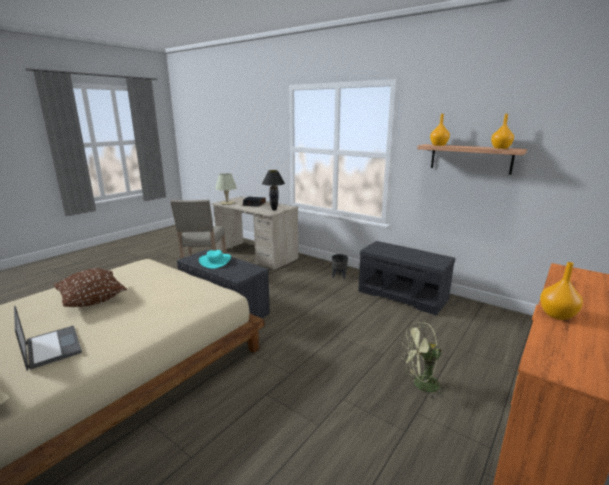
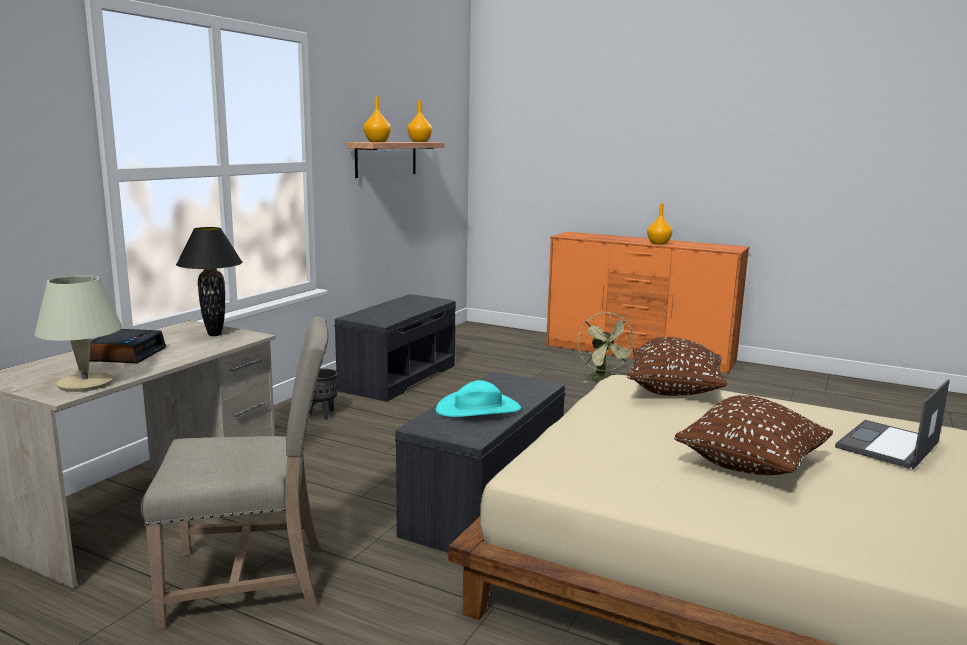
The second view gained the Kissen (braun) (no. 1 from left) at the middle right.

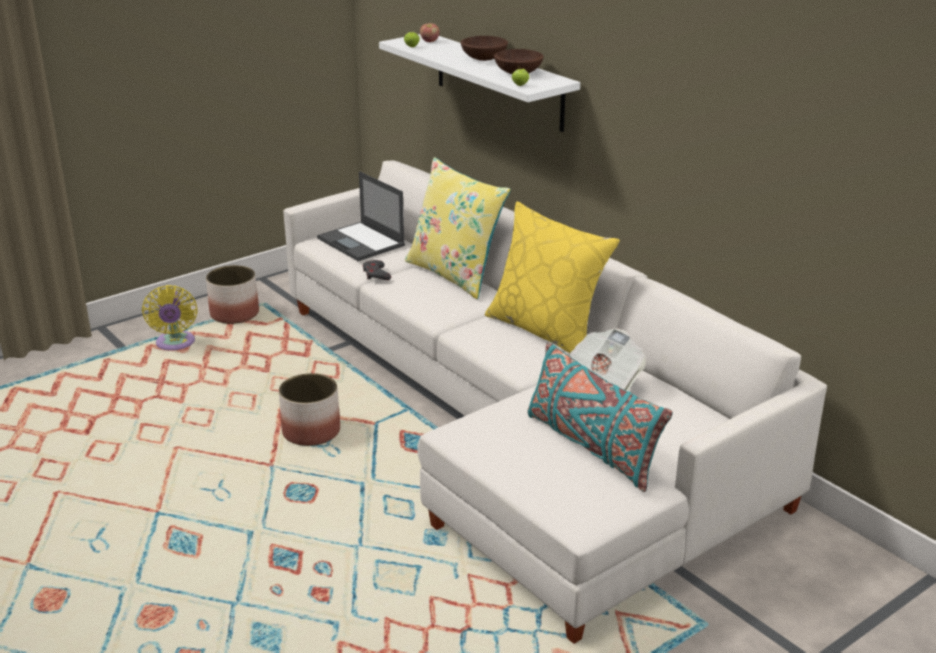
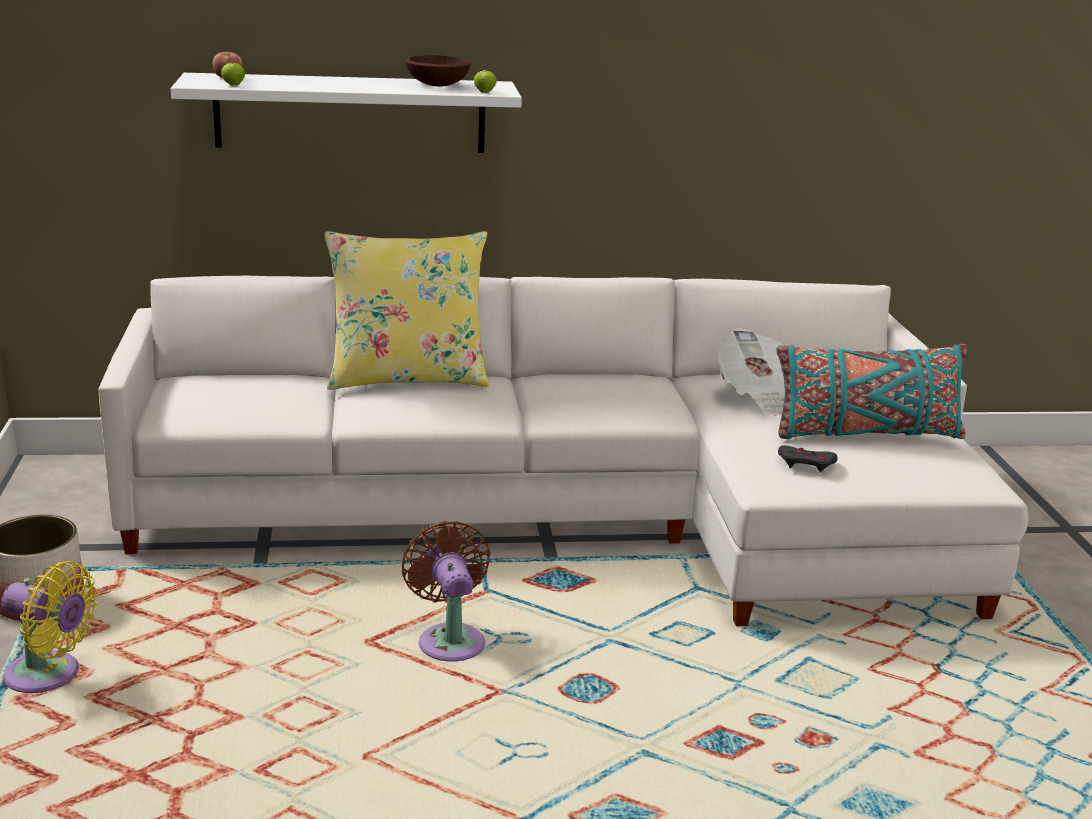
The second view lost the Laptop at the top centre.
The second view lost the Schüssel (braun) (no. 1 from left) at the top centre.
The second view lost the Kissen (gelb) (no. 2 from left) at the centre.
The Gamepad (grau) ended up elsewhere, having gone from the centre to the middle right.
Where the Pflanzkübel (no. 2 from left) stood at the middle left, the Ventilator (braun) came to stand at the bottom centre.

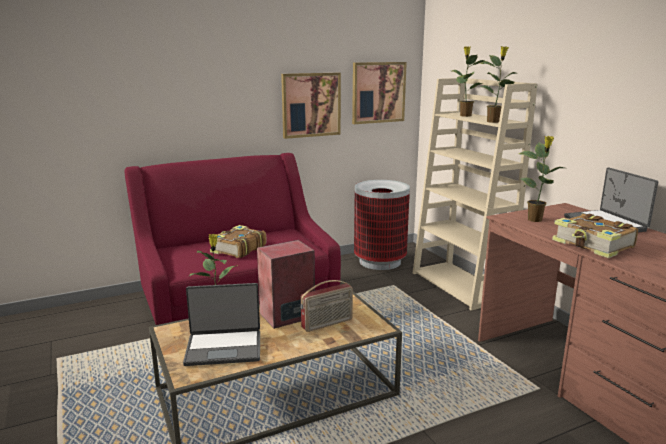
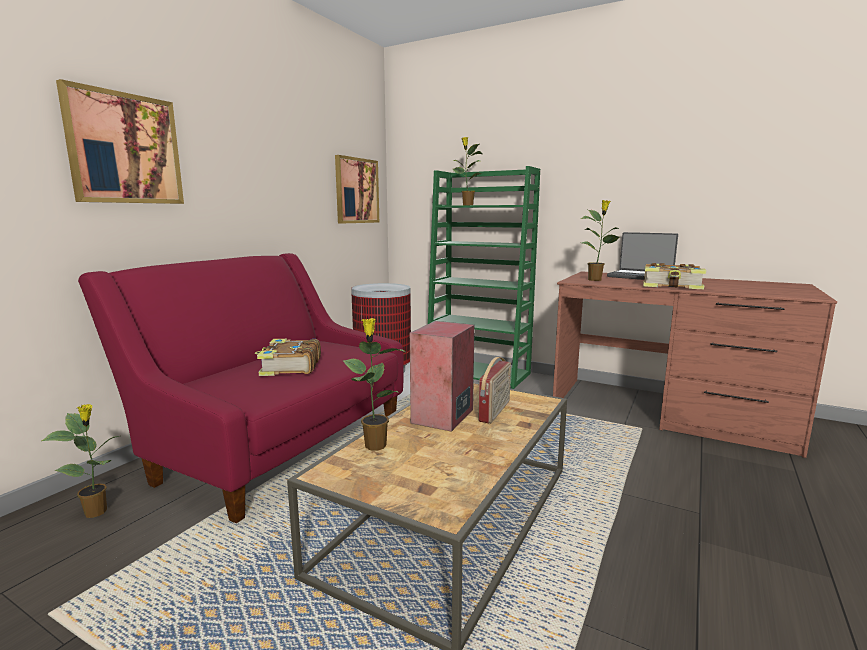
The second view lost the Laptop (no. 1 from left) at the bottom left.
The Bild (no. 1 from left) ended up elsewhere, having gone from the top centre to the top left.
The Topfpflanze (no. 3 from left in the first image) ended up elsewhere, having gone from the top right to the bottom left.
What was the Bücherregal (beige) at the middle right turned into the Bücherregal (grün) at the centre.

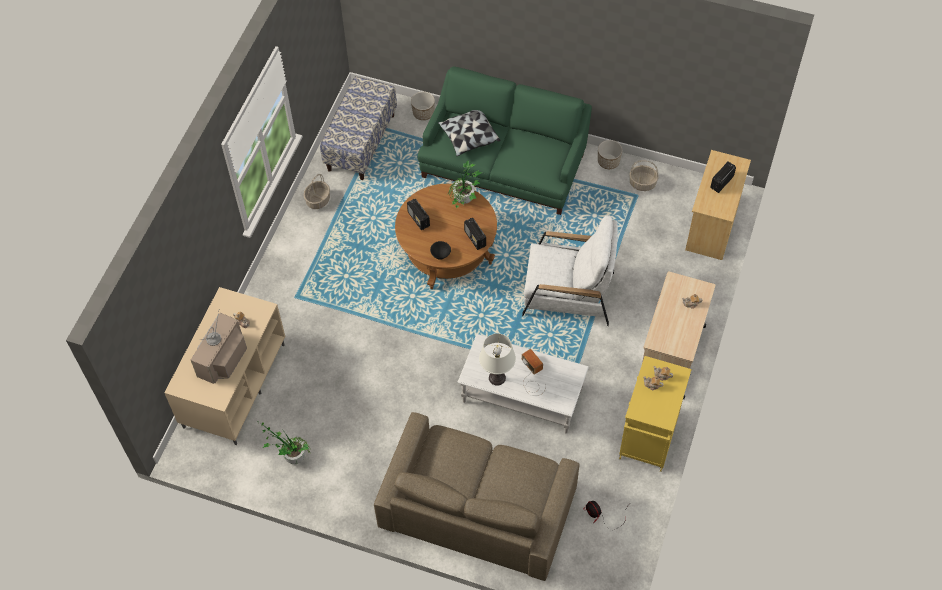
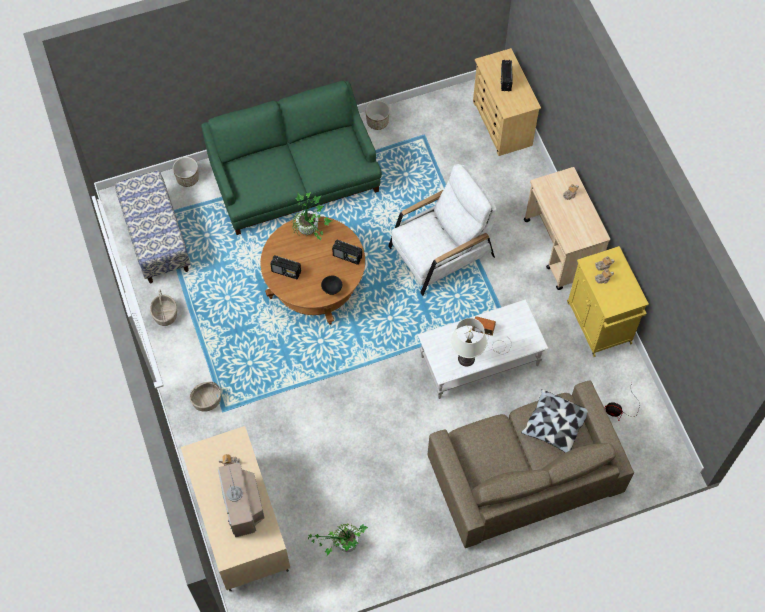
The Kissen ended up elsewhere, having gone from the top centre to the bottom right.
The Korb (no. 2 from left) ended up elsewhere, having gone from the top right to the middle left.

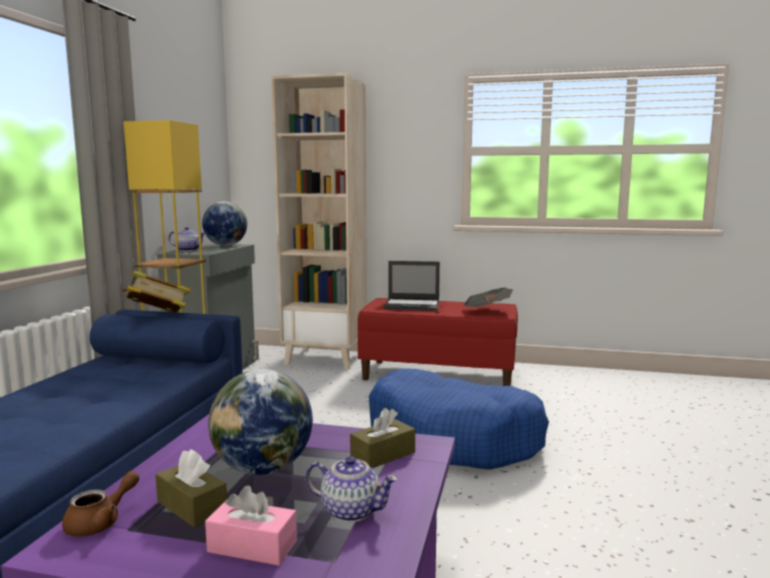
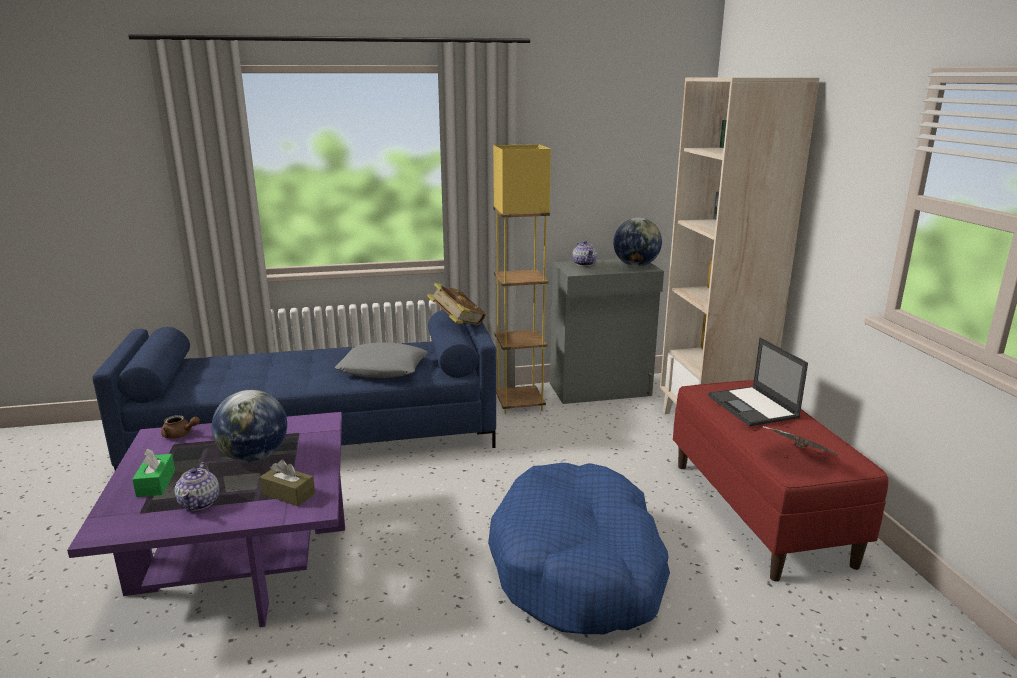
The second view lost the Taschentuchbox (braun) (no. 1 from left) at the bottom left.
The second view gained the Kissen (grau) at the centre.
What was the Taschentuchbox (rosa) at the bottom left turned into the Taschentuchbox (grün) at the bottom left.

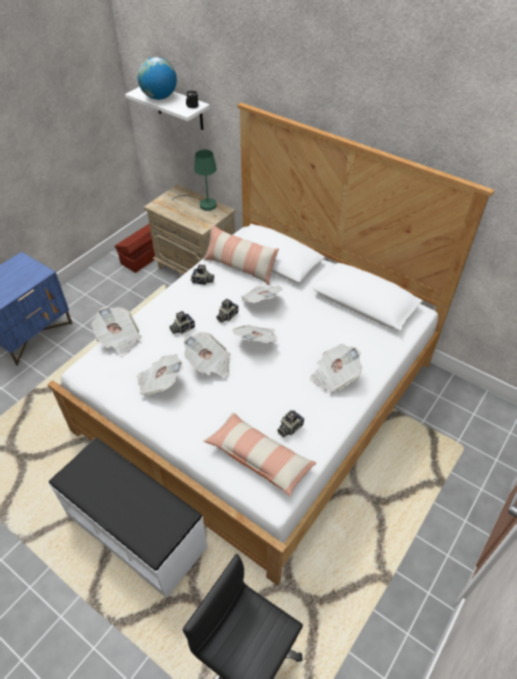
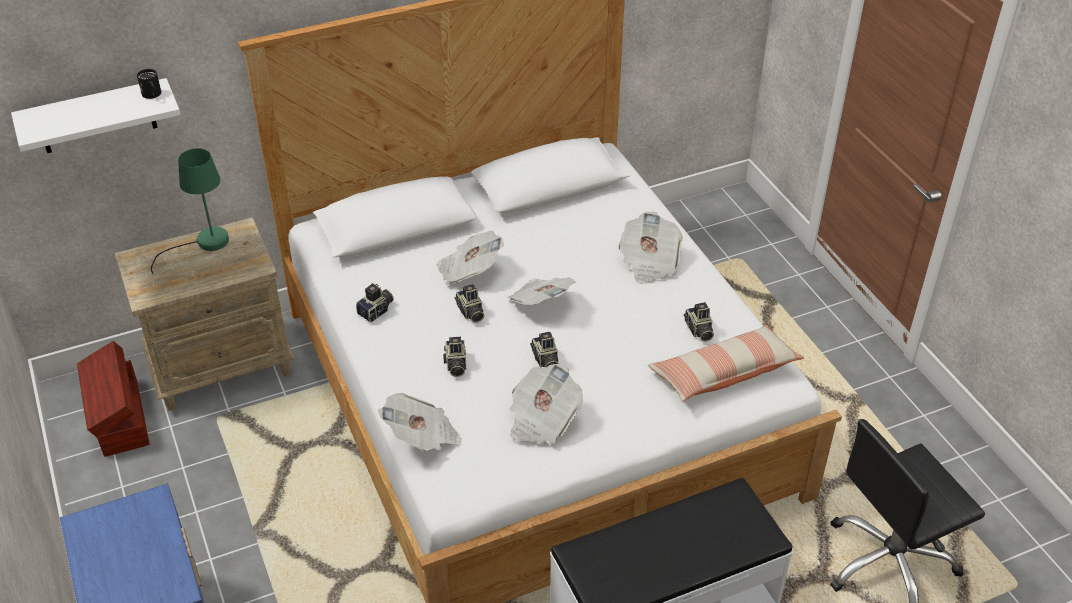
The second view lost the Globus at the top left.
The second view lost the Kissen (no. 1 from left) at the centre.
Where the Zeitung (no. 3 from left) stood at the centre, the Kamera (no. 4 from left) came to stand at the centre.

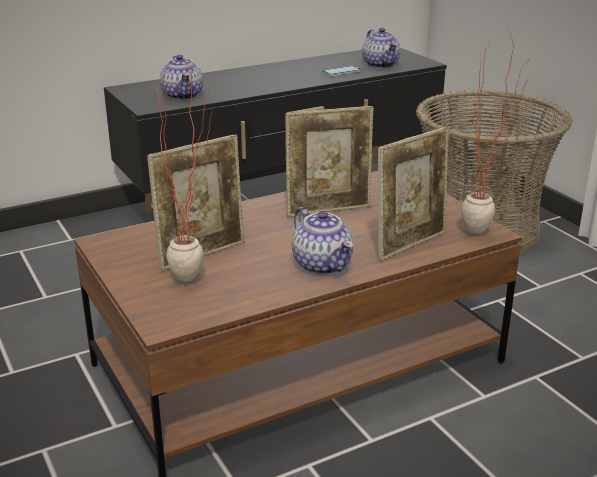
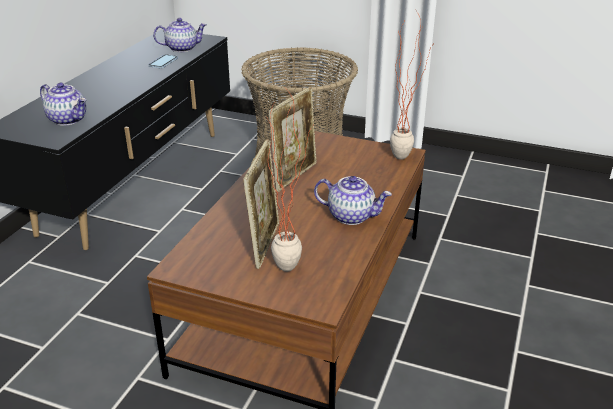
The second view lost the Bilderrahmen (no. 3 from left) at the middle right.
The Teekanne (no. 3 from left in the first image) at the top centre ended up facing another way, 45 degrees counterclockwise from before.

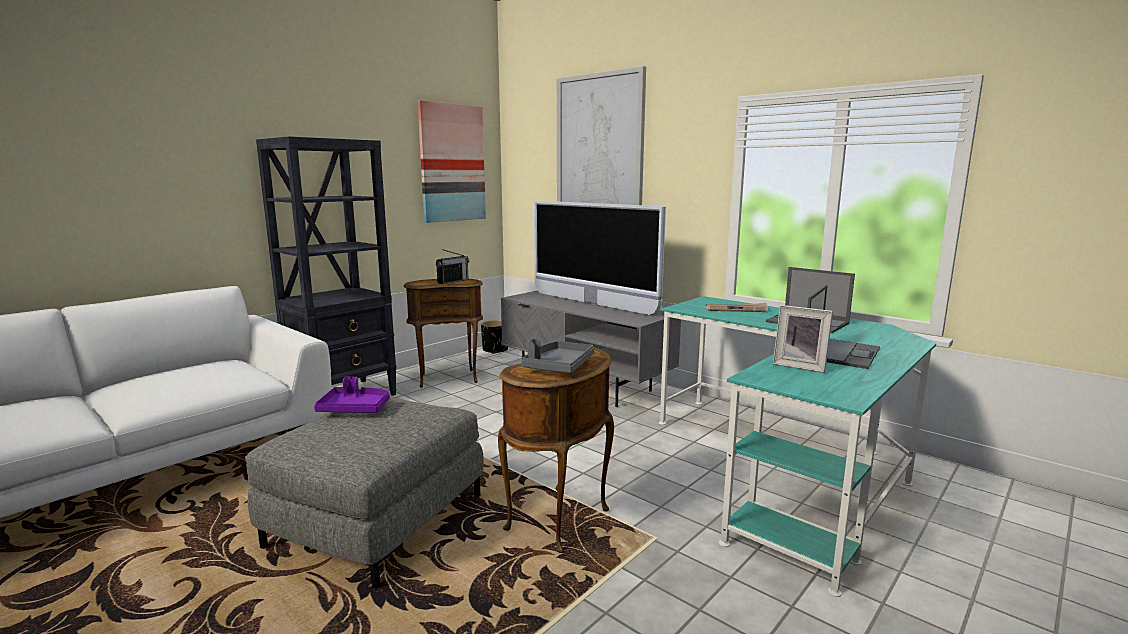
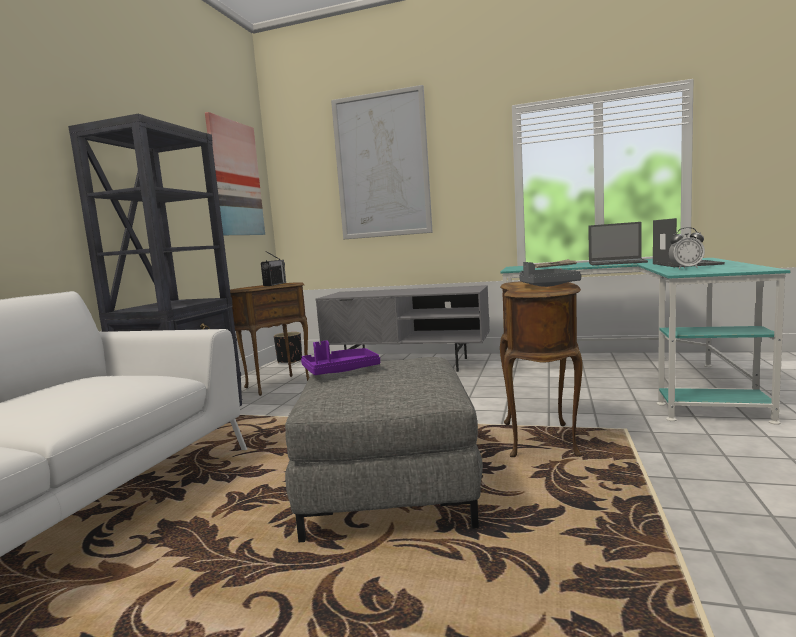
The second view lost the Fernseher at the centre.
Where the Bilderrahmen stood at the middle right, the Wecker came to stand at the middle right.

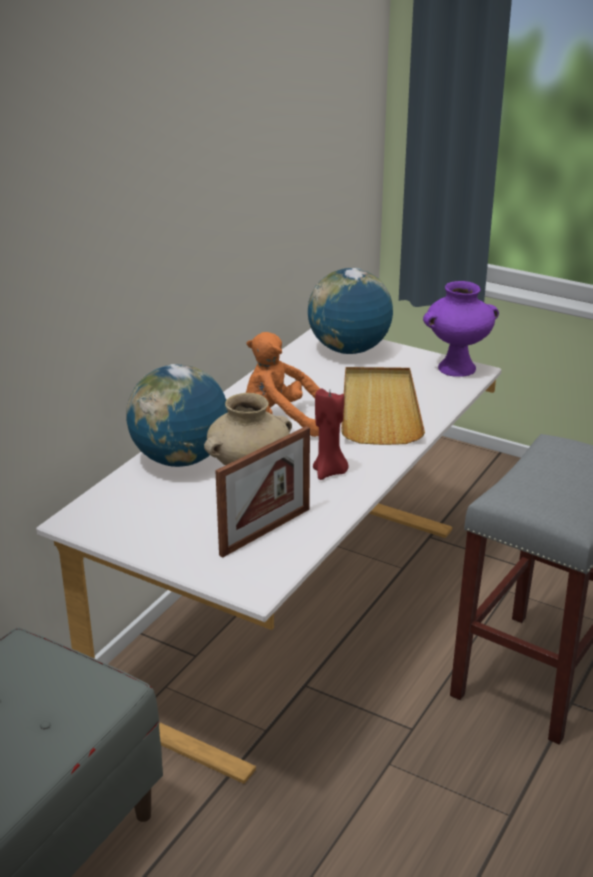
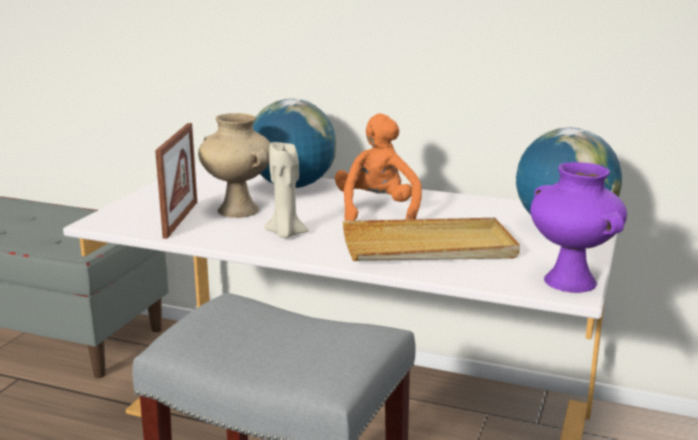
What was the Kerze (rot) at the centre turned into the Kerze (beige) at the centre.
The Bilderrahmen at the centre ended up facing another way, 120 degrees counterclockwise from before.

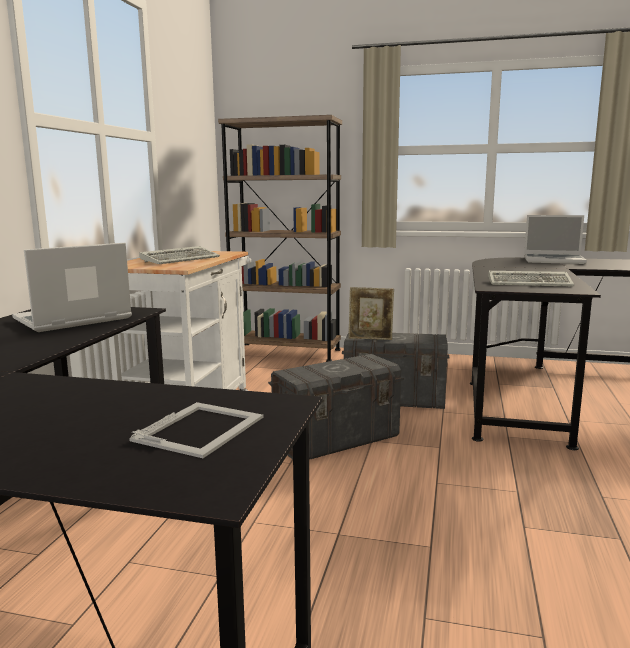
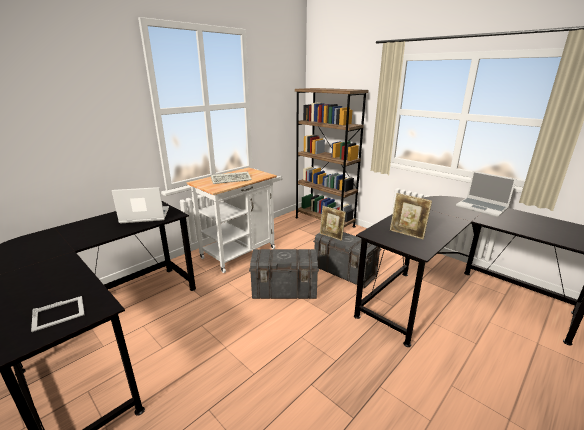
Where the Tastatur (no. 2 from left) stood at the middle right, the Bilderrahmen (no. 3 from left) came to stand at the middle right.

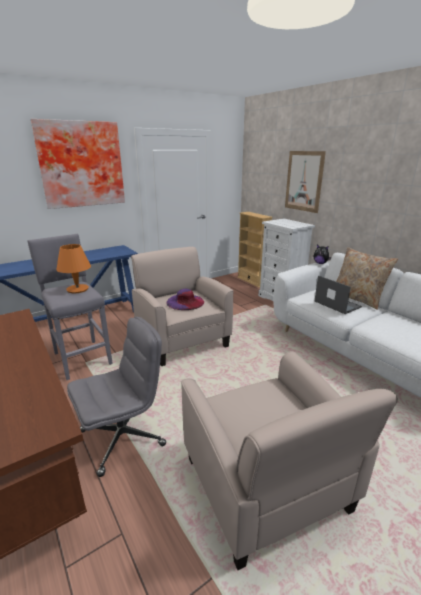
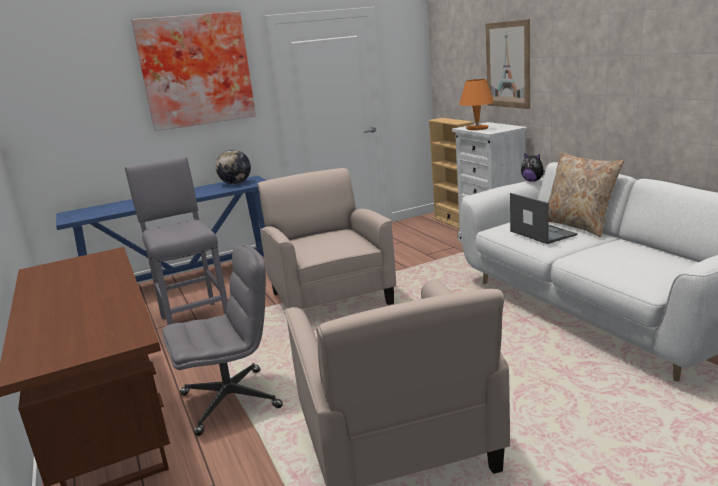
The second view lost the Hut (lila) at the centre.
The second view gained the Globus at the middle left.
The Tischlampe (orange) ended up elsewhere, having gone from the middle left to the top centre.

